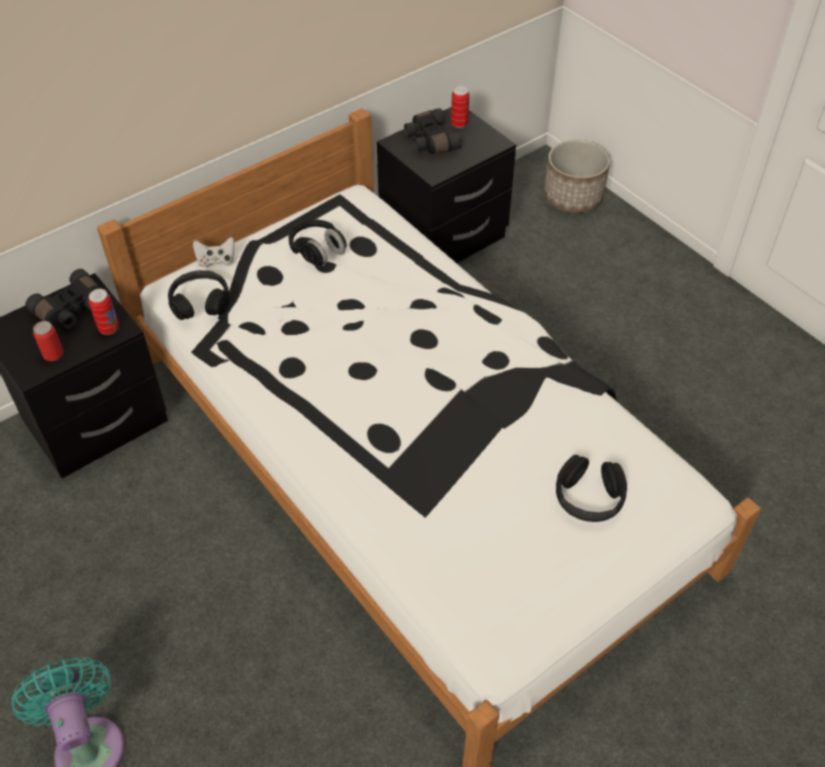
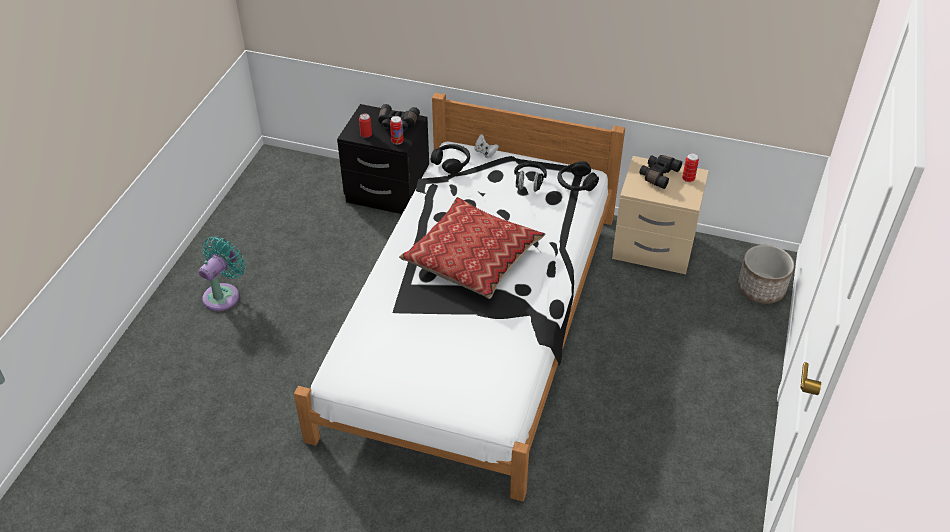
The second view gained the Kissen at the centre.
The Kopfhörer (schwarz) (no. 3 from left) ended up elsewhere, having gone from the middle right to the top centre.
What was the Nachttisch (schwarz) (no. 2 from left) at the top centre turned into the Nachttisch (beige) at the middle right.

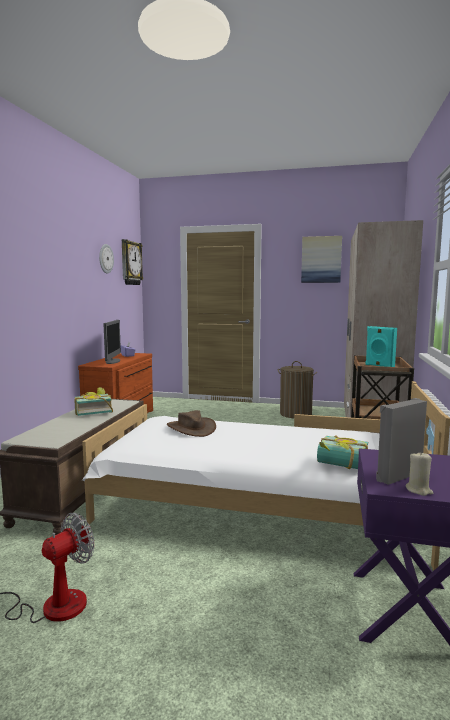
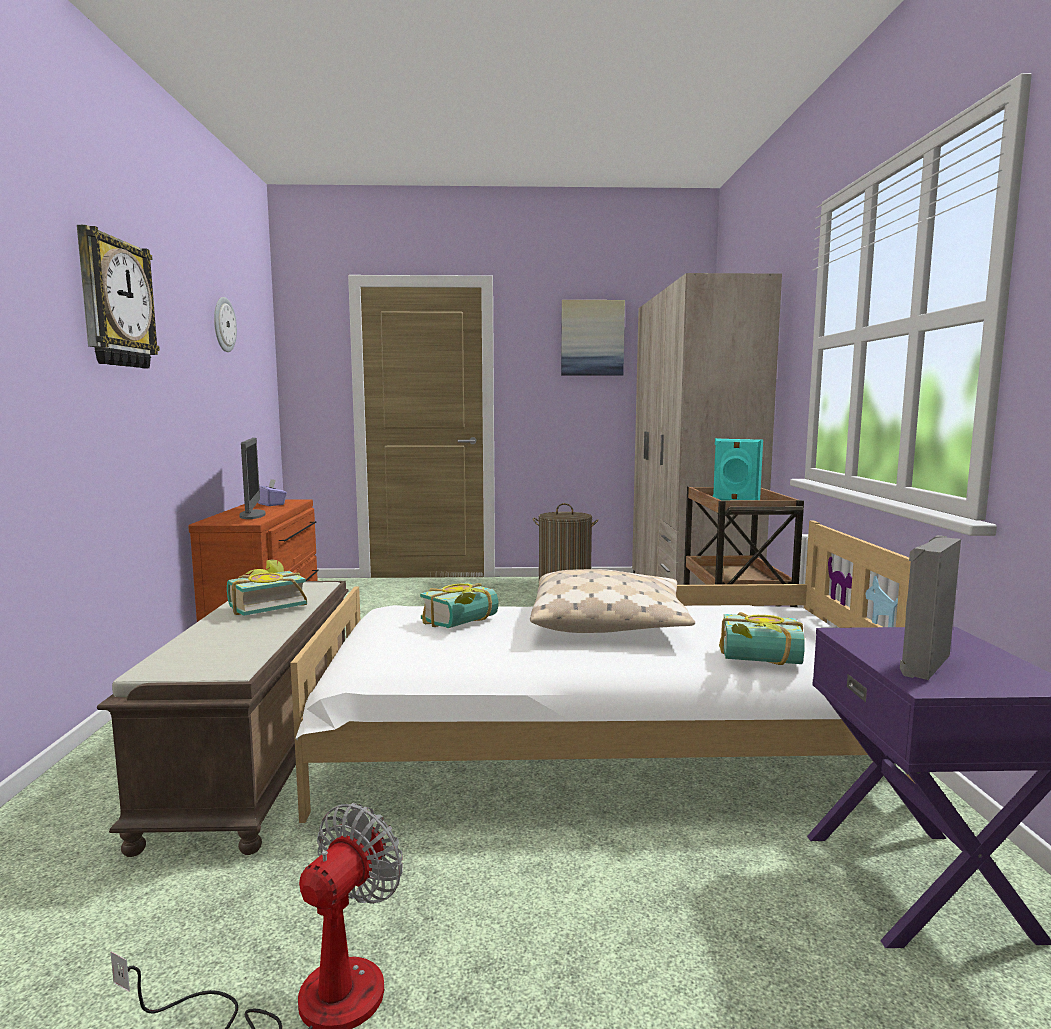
The second view lost the Kerze (beige) at the middle right.
The second view gained the Kissen (beige) at the centre.
The Wanduhr (no. 2 from left in the first image) ended up elsewhere, having gone from the middle left to the top left.
Where the Hut (braun) stood at the centre, the Buch (no. 2 from left) came to stand at the centre.

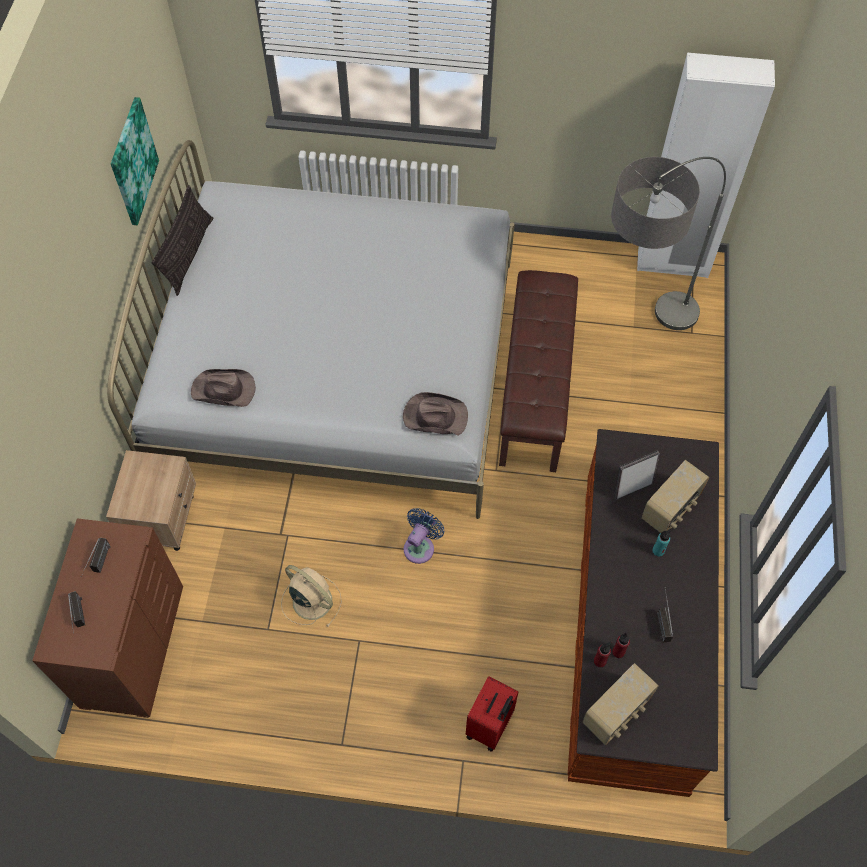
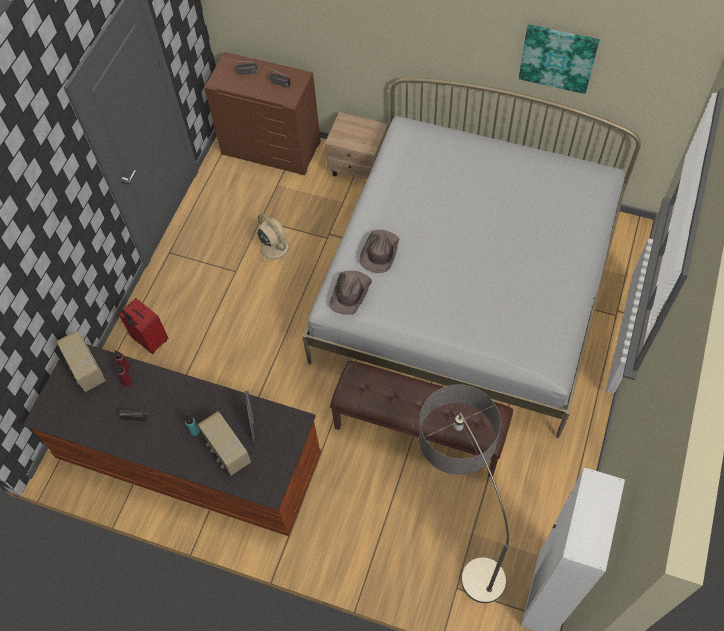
The second view lost the Kissen at the top left.
The second view lost the Ventilator (blau) at the centre.
The Hut (braun) (no. 1 from left in the first image) ended up elsewhere, having gone from the middle left to the centre.
The Ventilator (beige) at the bottom centre ended up facing another way, 90 degrees counterclockwise from before.

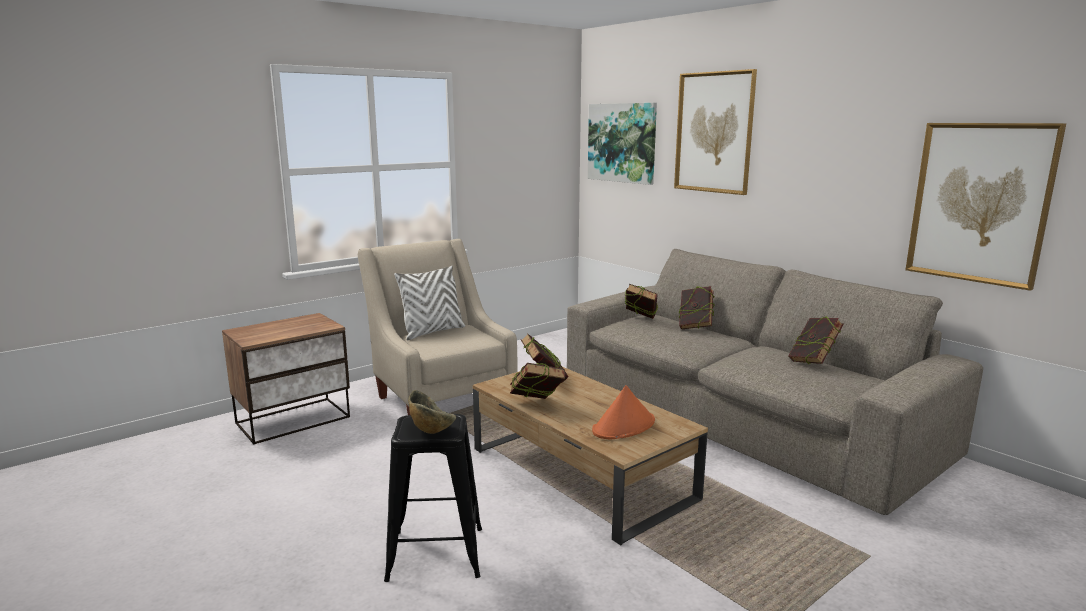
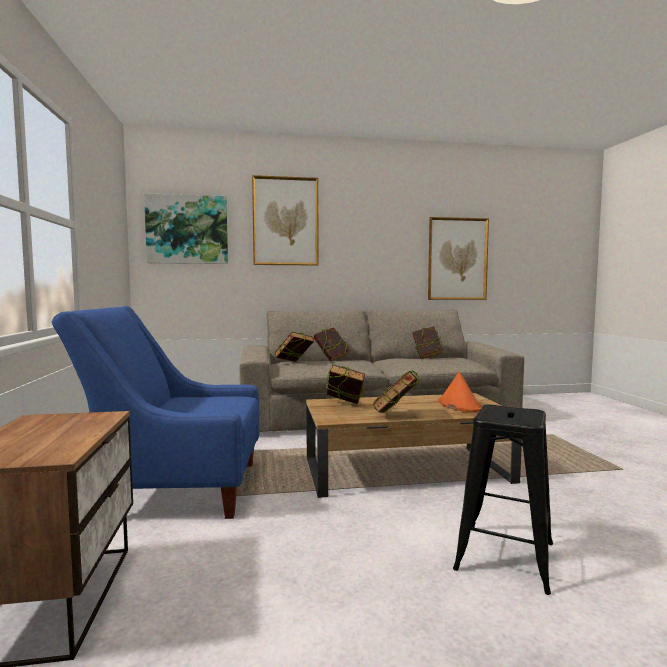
The second view lost the Kissen (weiß) at the centre.
The second view lost the Schüssel at the bottom centre.
What was the Sessel (beige) at the centre turned into the Sessel (blau) at the middle left.

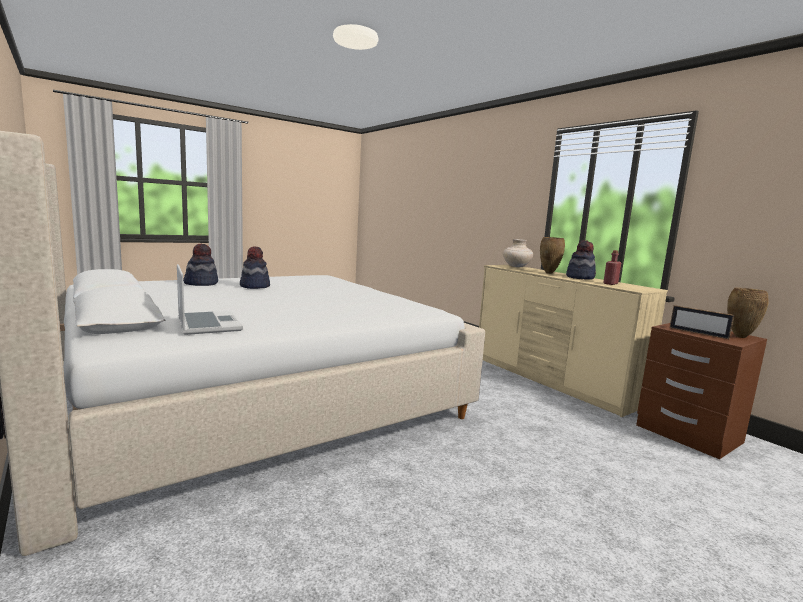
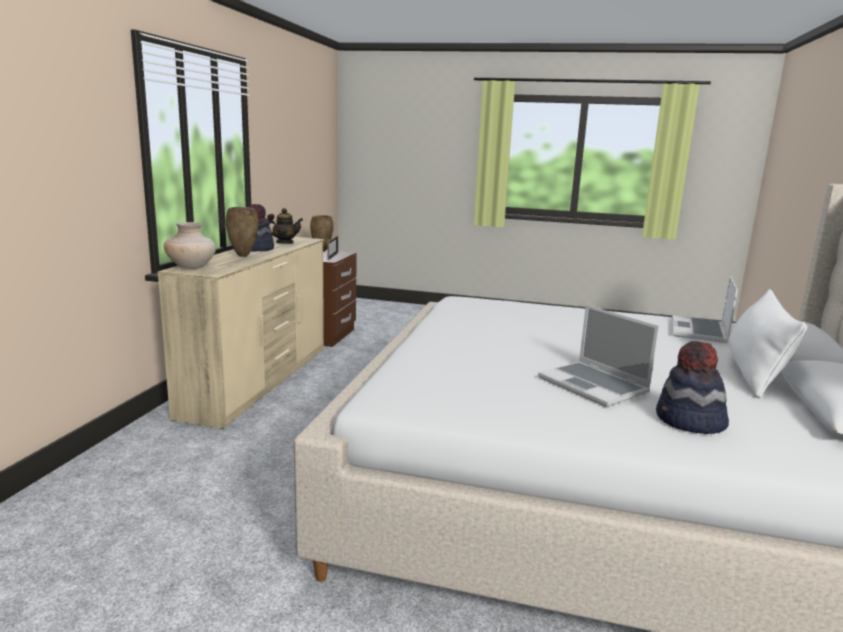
The second view gained the Kissen (weiß) at the middle right.
Where the Hut (no. 2 from left) stood at the middle left, the Laptop (no. 1 from left) came to stand at the middle right.
Where the Flasche (rot) stood at the middle right, the Teekanne came to stand at the centre.

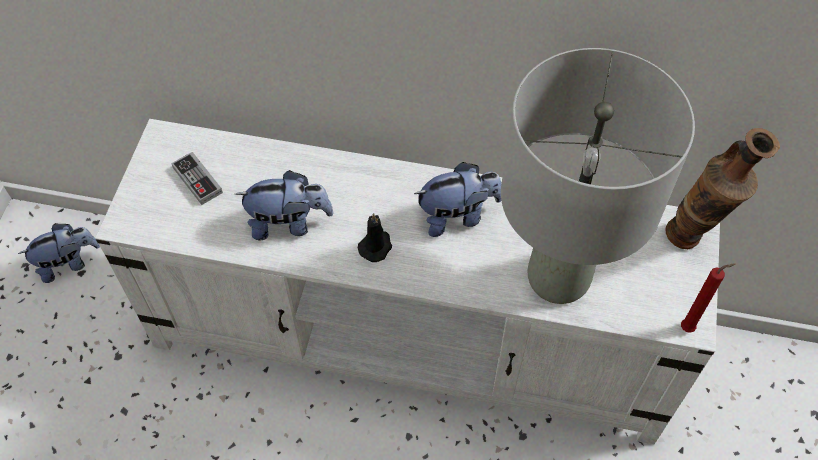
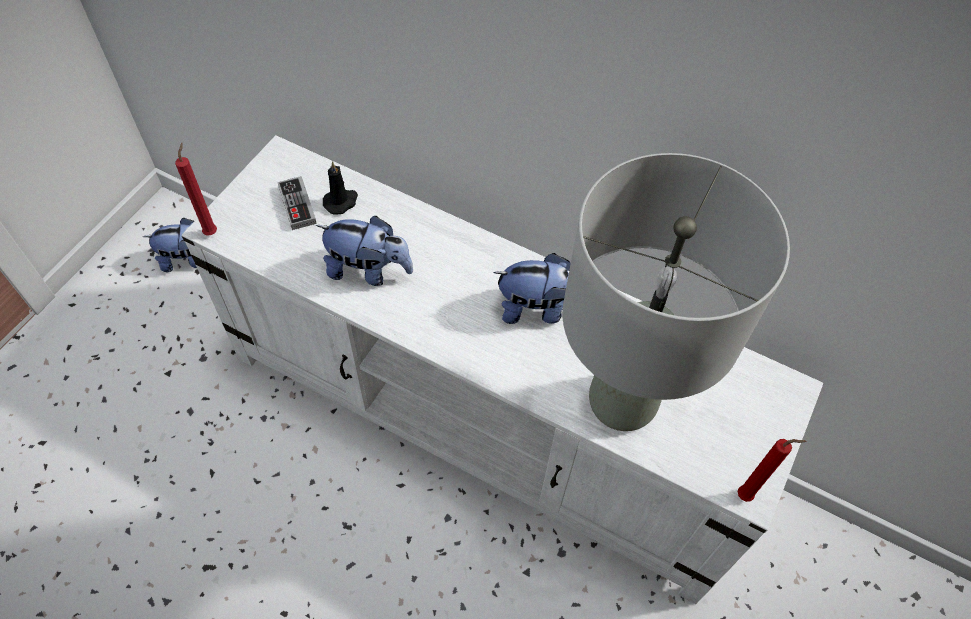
The second view lost the Vase at the middle right.
The second view gained the Kerze (rot) (no. 1 from left) at the top left.
The Kerze (schwarz) ended up elsewhere, having gone from the centre to the top centre.

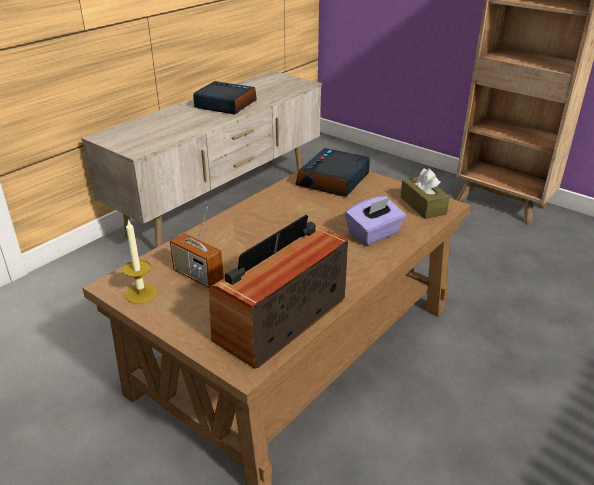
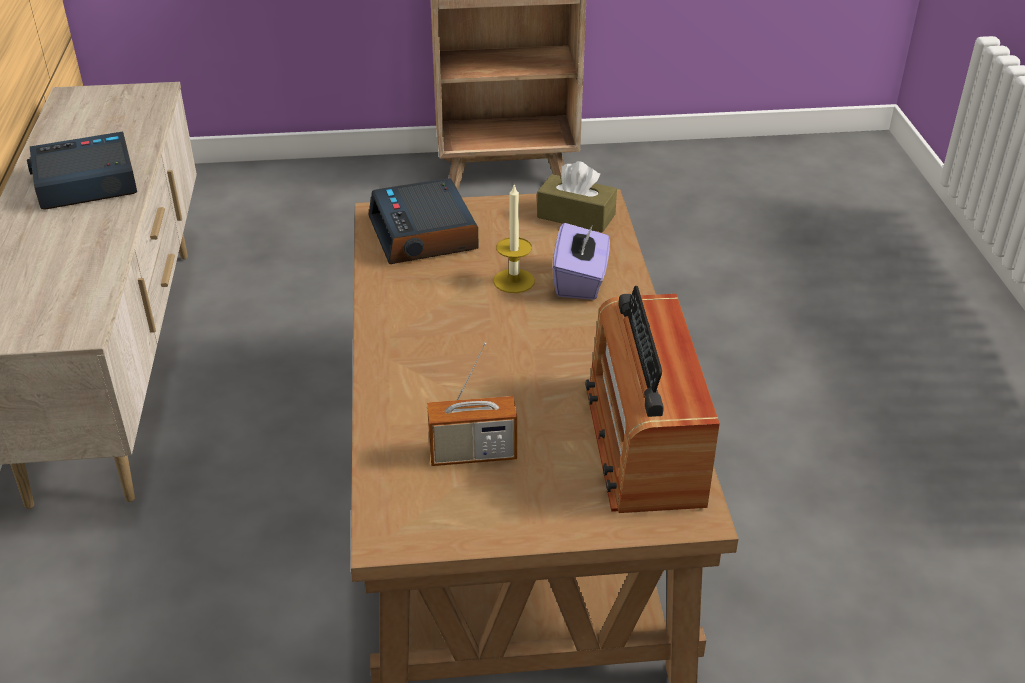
The Kerze ended up elsewhere, having gone from the middle left to the centre.

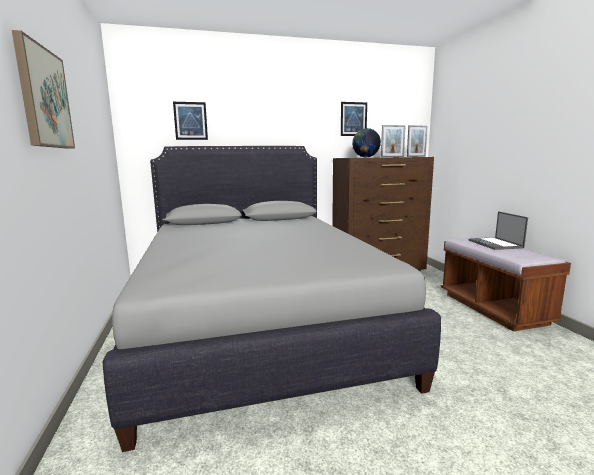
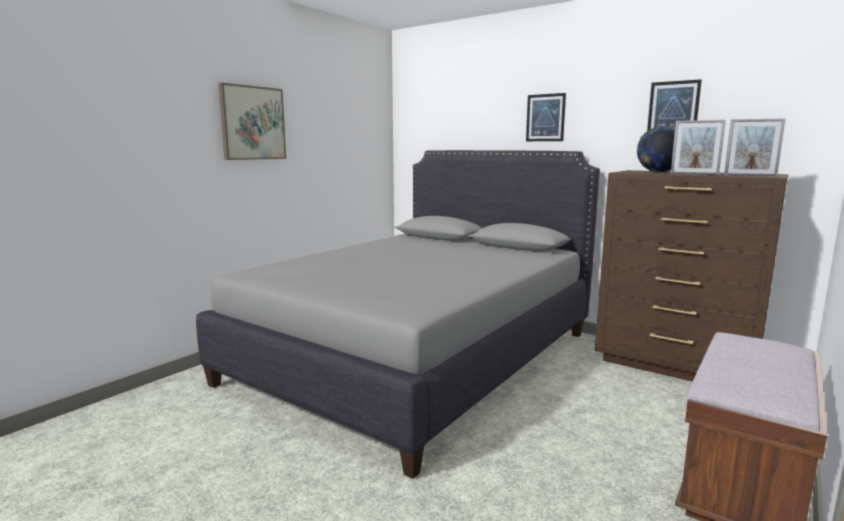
The second view lost the Laptop at the middle right.
The Bild (no. 2 from left) ended up elsewhere, having gone from the top left to the top centre.

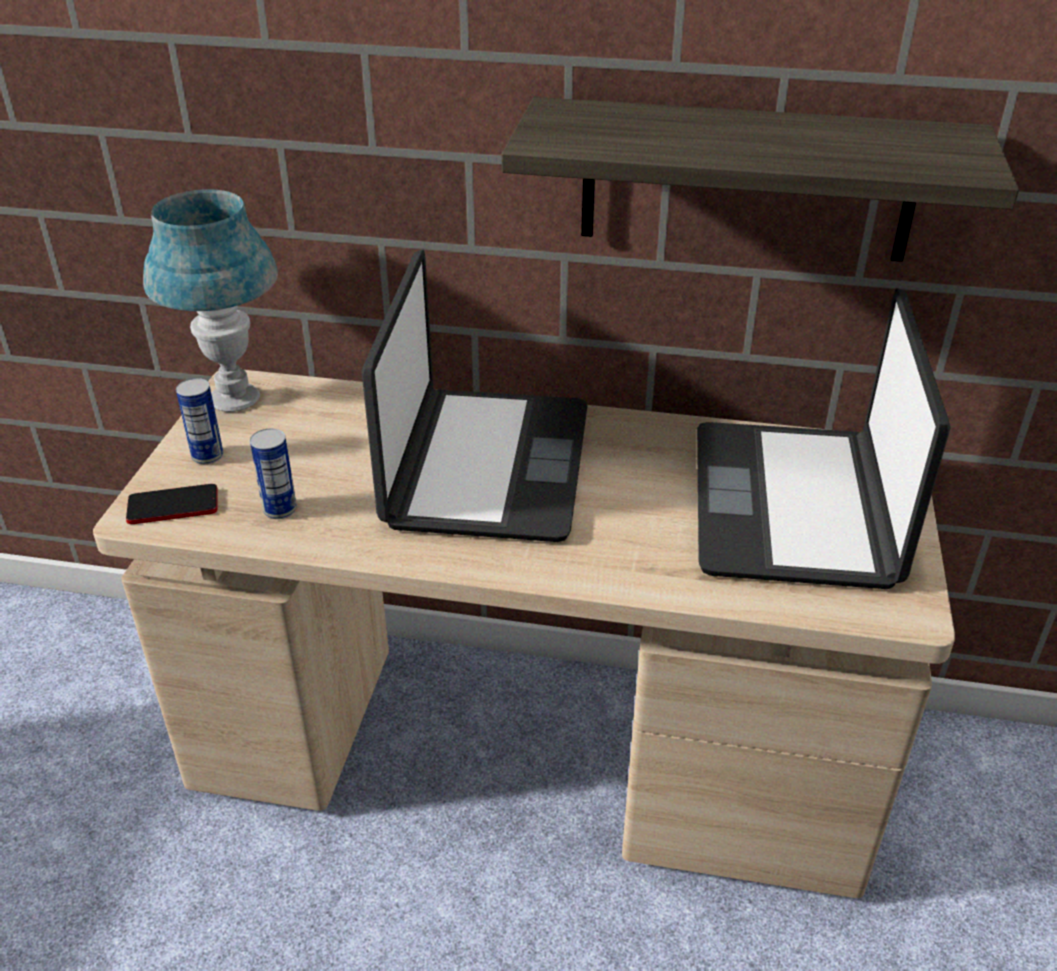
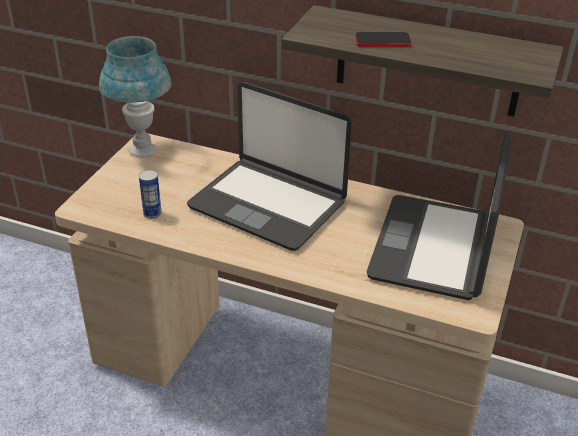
The second view lost the Dose (no. 1 from left) at the middle left.
The Handy ended up elsewhere, having gone from the middle left to the top centre.
The Laptop (no. 1 from left) at the centre ended up facing another way, 105 degrees clockwise from before.

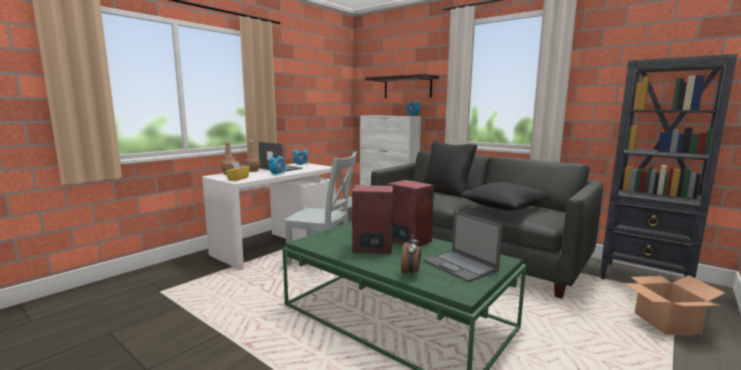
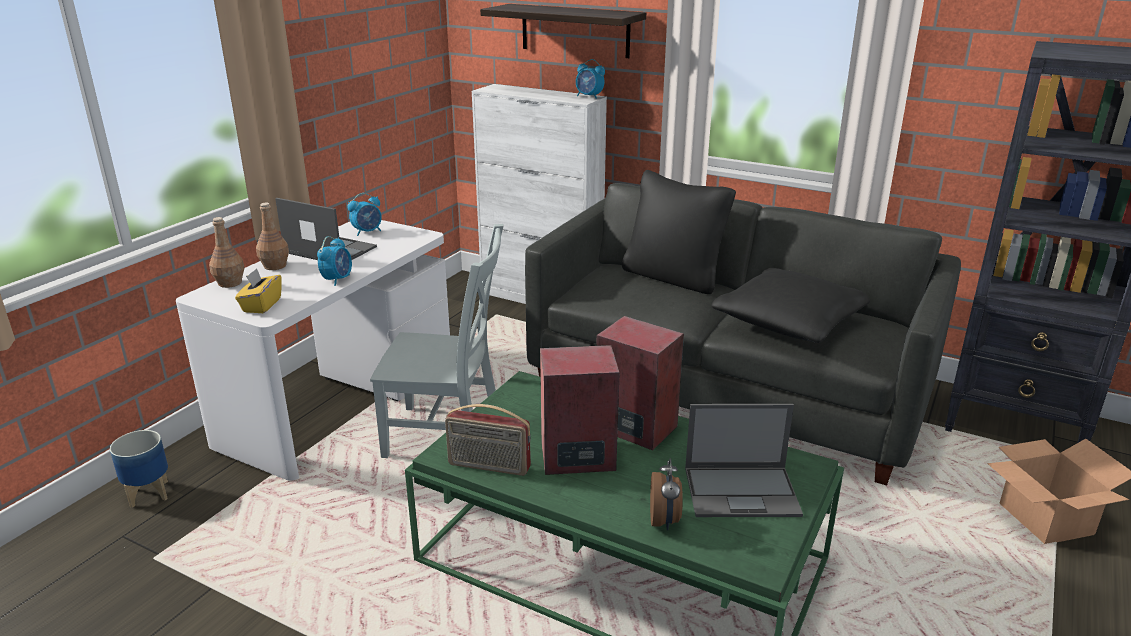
The second view gained the Pflanzkübel at the bottom left.
The second view gained the Radio at the bottom centre.
The Laptop (no. 2 from left) at the centre ended up facing another way, 45 degrees counterclockwise from before.

